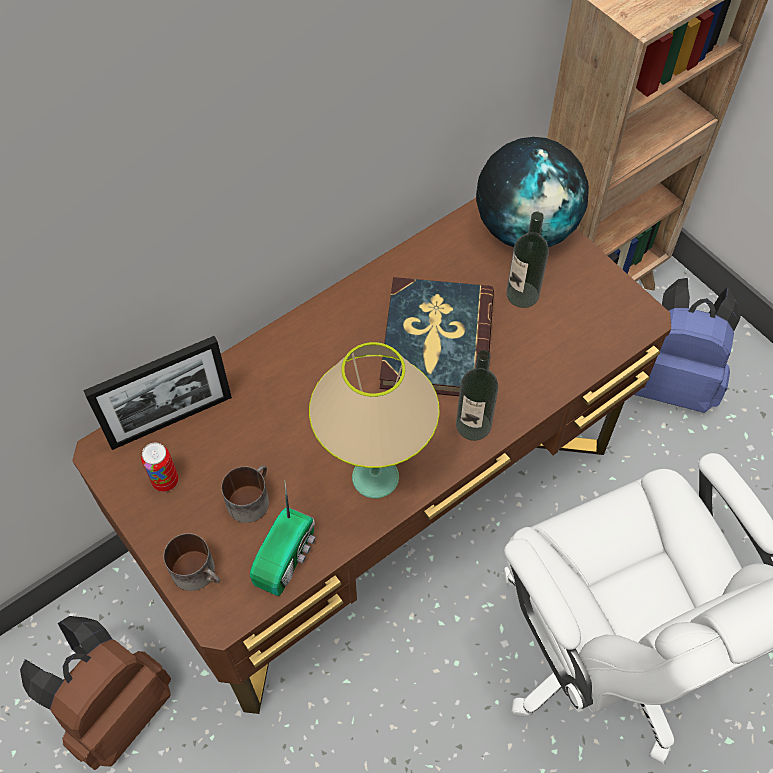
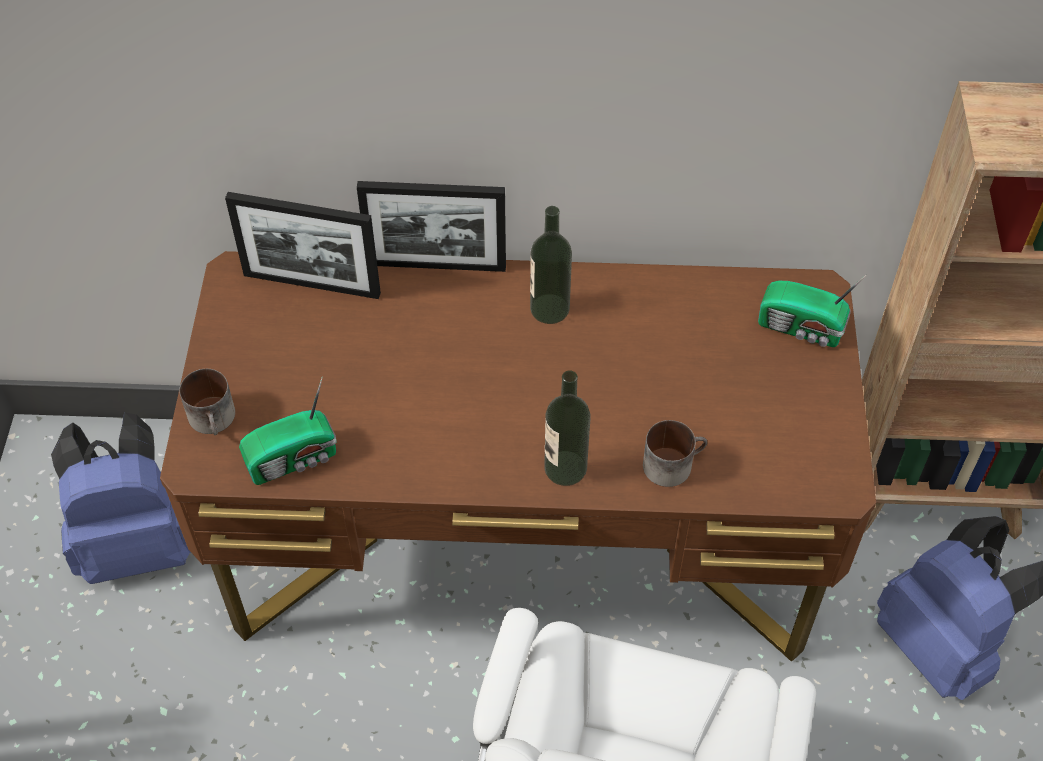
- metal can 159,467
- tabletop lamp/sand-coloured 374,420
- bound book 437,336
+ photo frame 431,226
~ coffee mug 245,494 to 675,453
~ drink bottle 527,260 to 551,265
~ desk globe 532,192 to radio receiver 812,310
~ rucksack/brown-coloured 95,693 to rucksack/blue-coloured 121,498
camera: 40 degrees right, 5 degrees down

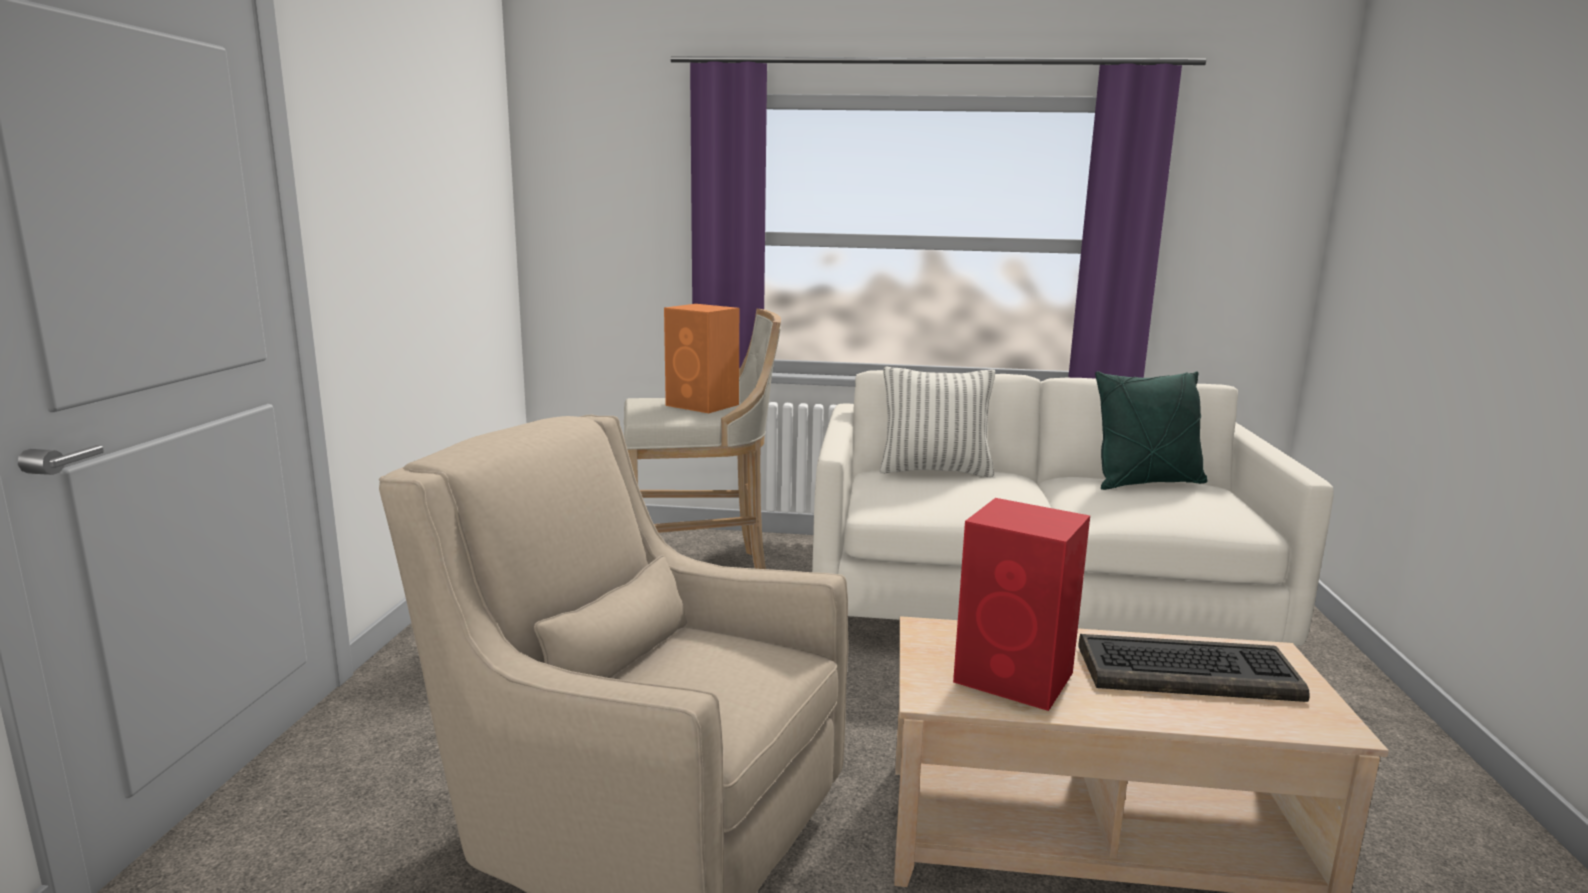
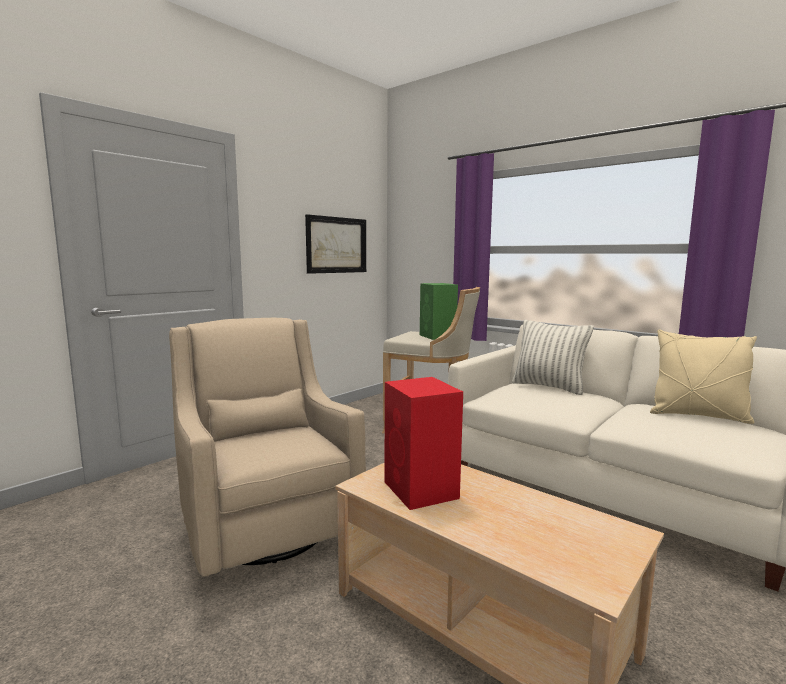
- computer keyboard 1194,668
+ wall picture 335,244
~ loudspeaker/orange-coloured 701,358 to loudspeaker/green 439,311
~ cushion/green 1151,430 to cushion/sand-coloured 703,376
camera: 35 degrees right, 5 degrees down

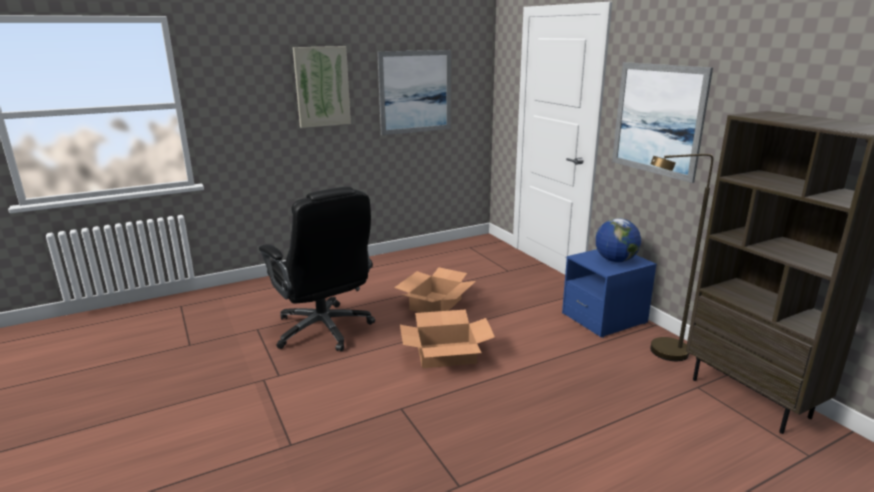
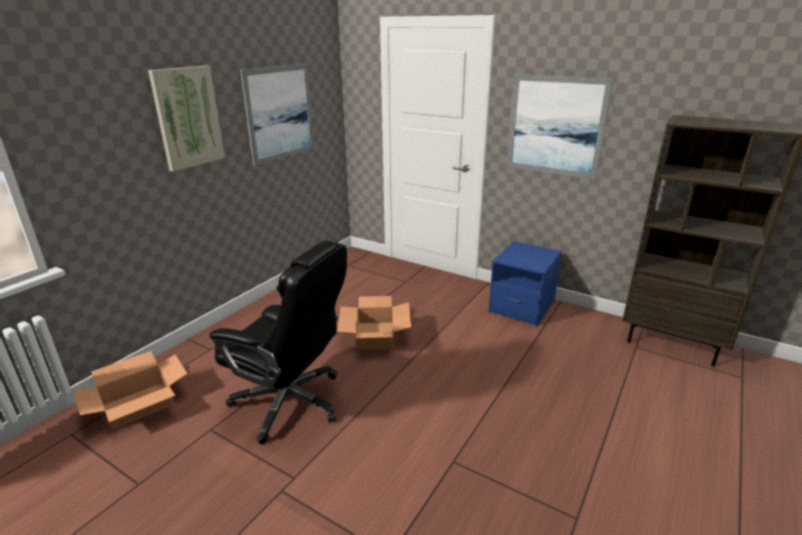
- desk globe 618,240
- standing lamp/brown-coloured 681,257
~ carton 447,338 to 130,390
camera: 30 degrees left, 5 degrees up

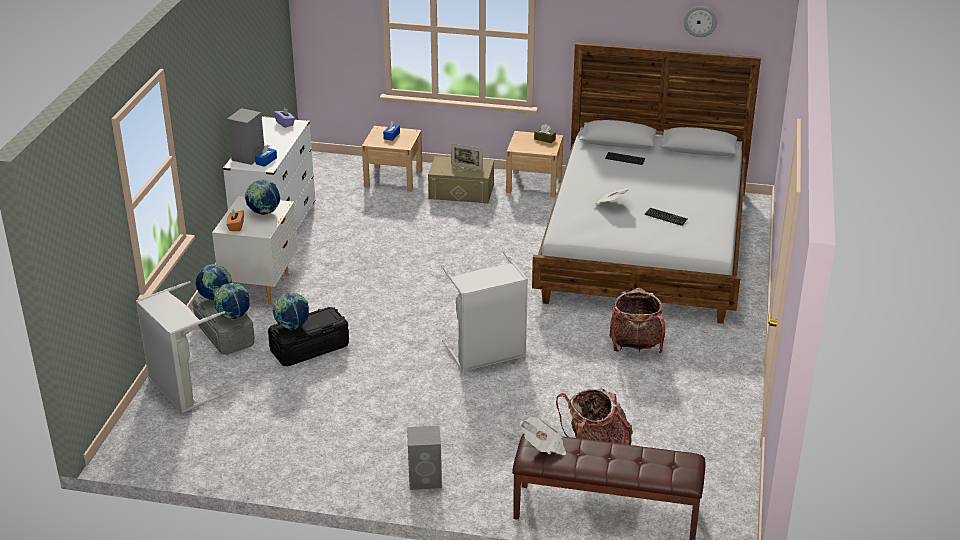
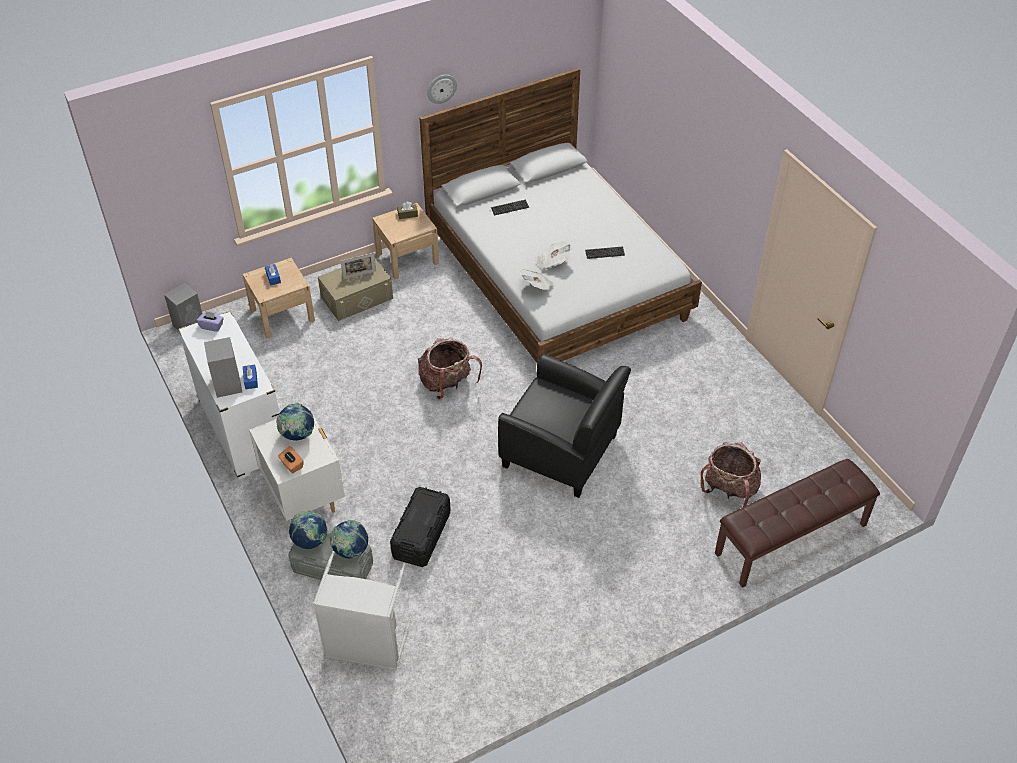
- desk globe 291,311
~ loudspeaker/gray 424,458 to 183,306
~ printed paper 543,436 to 538,280
~ rucksack 637,320 to 450,368
~ clock on the wall 700,21 to 442,89
~ hamper/gray 484,311 to easy chair/blackish 564,426
camera: 40 degrees left, 15 degrees up

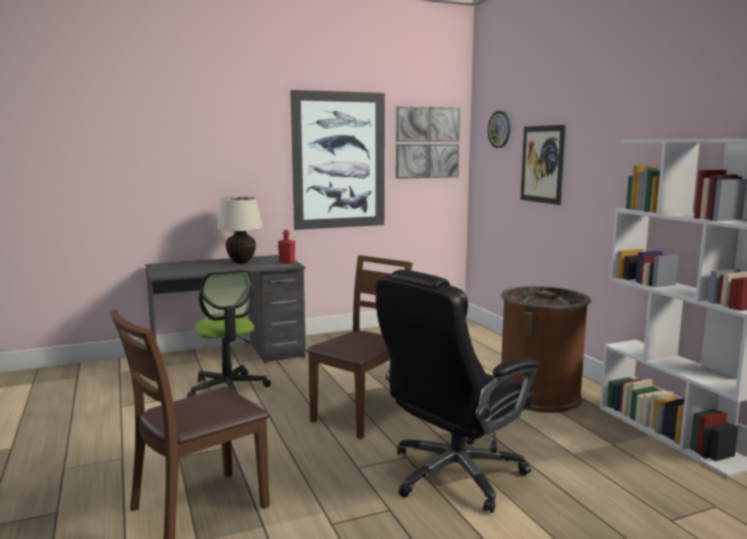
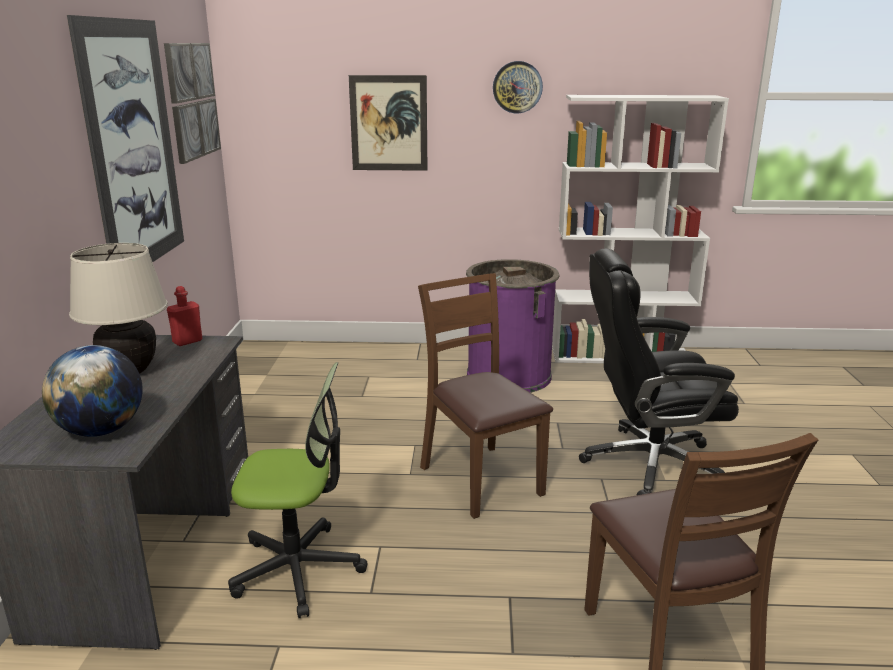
+ desk globe 92,391
~ clock on the wall 499,129 to 518,87
~ waste bin/brown-coloured 546,349 to waste bin/purple-coloured 512,326
~ desk chair/blackish 457,391 = 659,372 105 degrees clockwise
camera: 65 degrees left, 10 degrees up

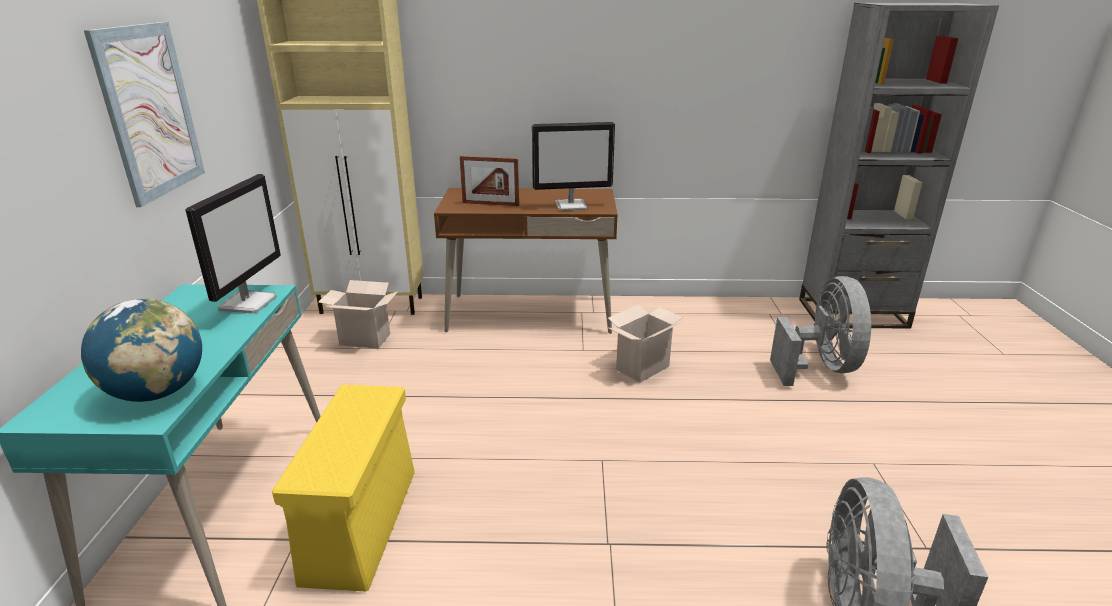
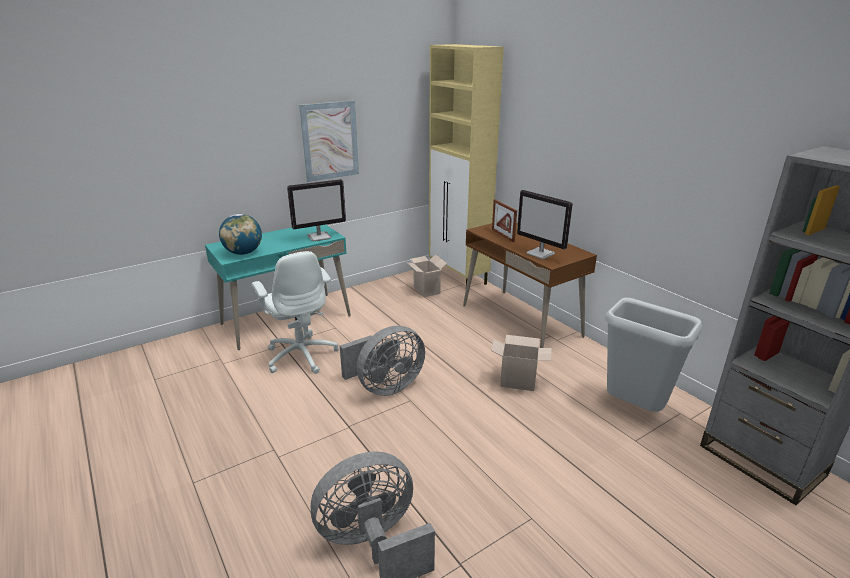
+ waste bin/gray 654,355
~ cooling fan/gray 820,331 to 382,361
~ storage bin/yellowish 343,488 to desk chair/white 295,312
camera: 55 degrees right, 0 degrees up

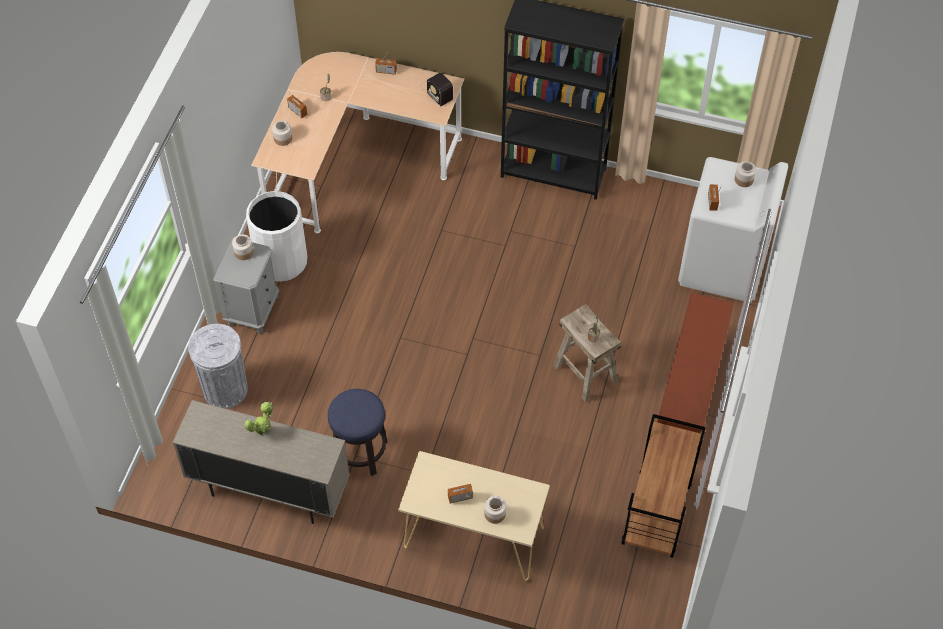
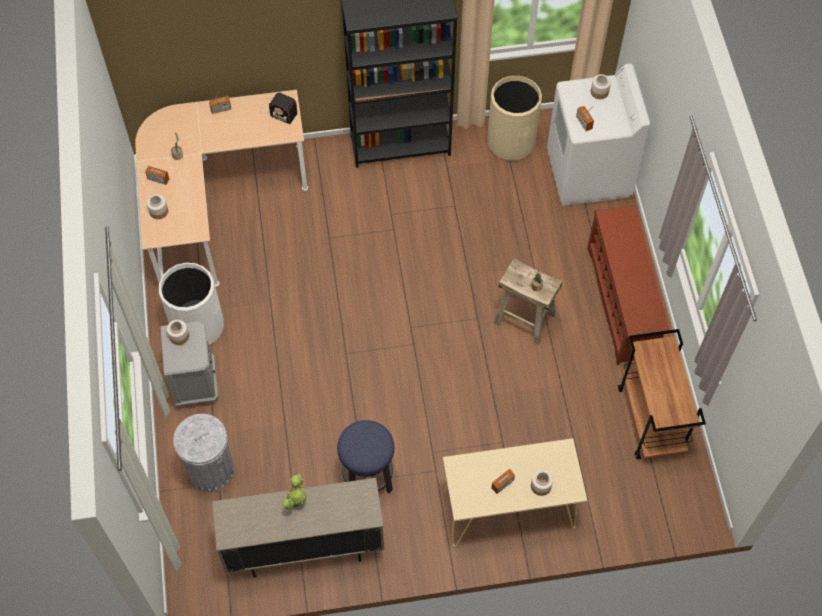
+ waste bin/sand-coloured 514,118
camera: 25 degrees left, 5 degrees up

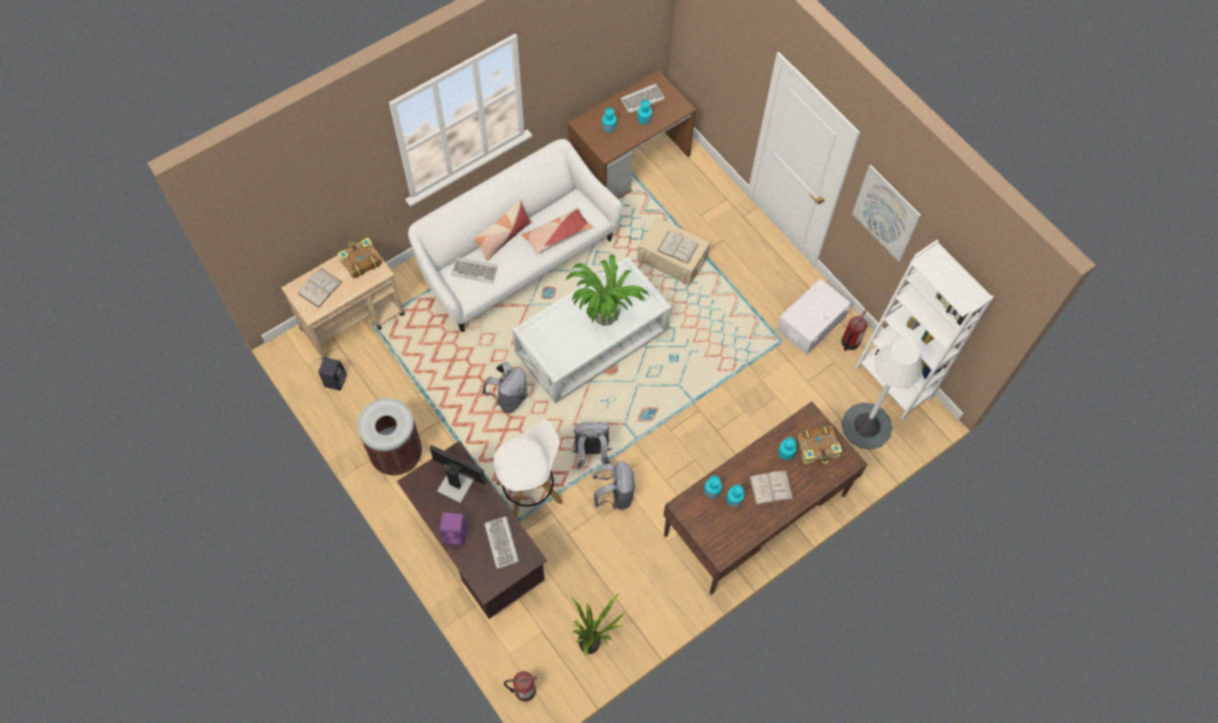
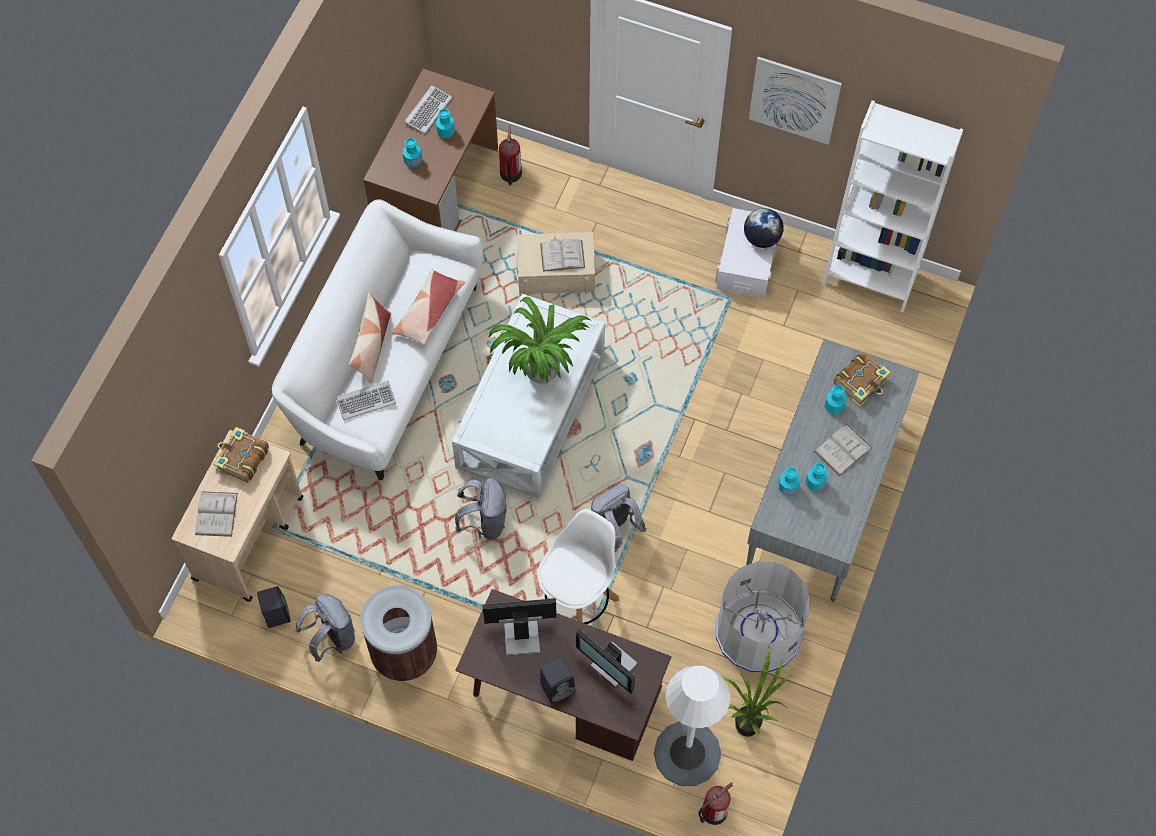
+ waste bin/gray 763,616
+ desk globe 764,228
~ rucksack/gray 614,485 to 325,628
~ fire extinguisher 854,329 to 510,155
~ standing lamp/white 882,394 to 692,726
~ computer keyboard 502,542 to computer screen 607,661
~ loudspeaker/purple-coloured 453,528 to loudspeaker/blackish 557,681
~ desk unit/brown-coloured 766,498 to desk unit/gray 833,470
camera: 30 degrees left, 0 degrees up

